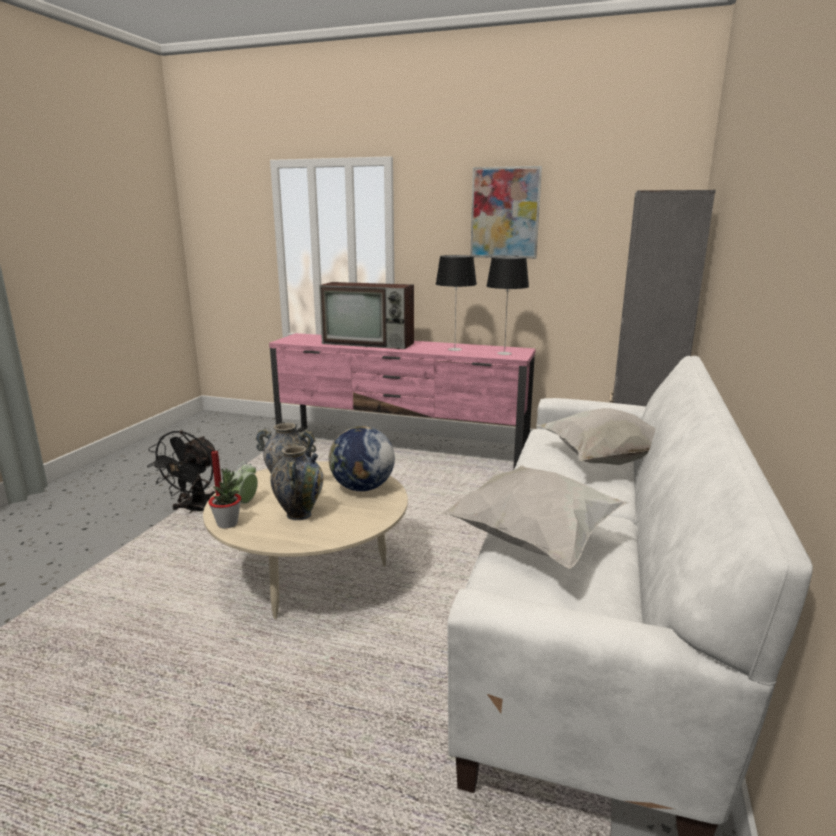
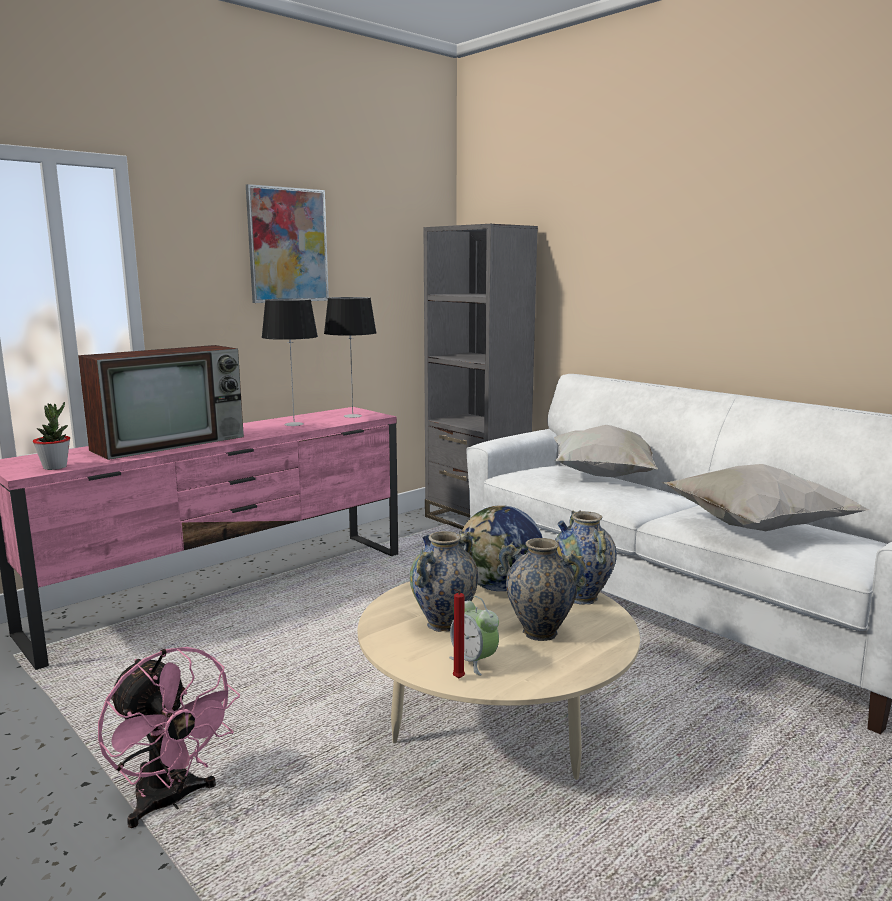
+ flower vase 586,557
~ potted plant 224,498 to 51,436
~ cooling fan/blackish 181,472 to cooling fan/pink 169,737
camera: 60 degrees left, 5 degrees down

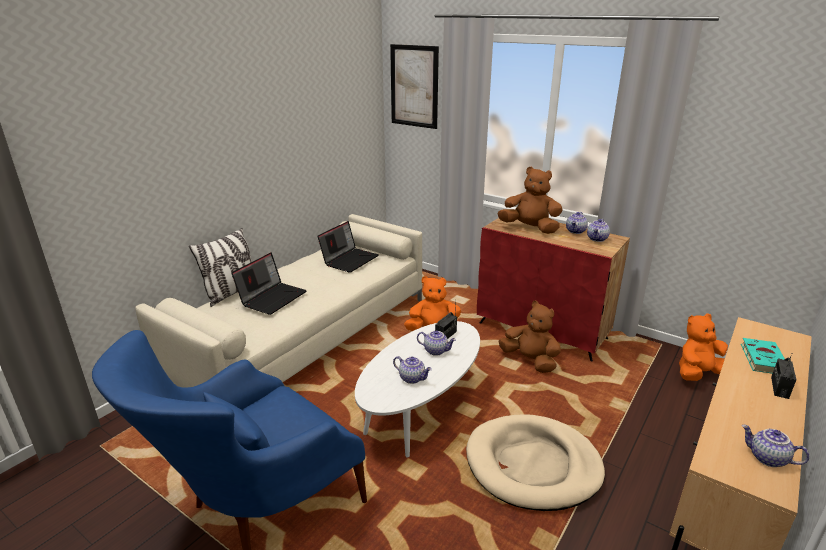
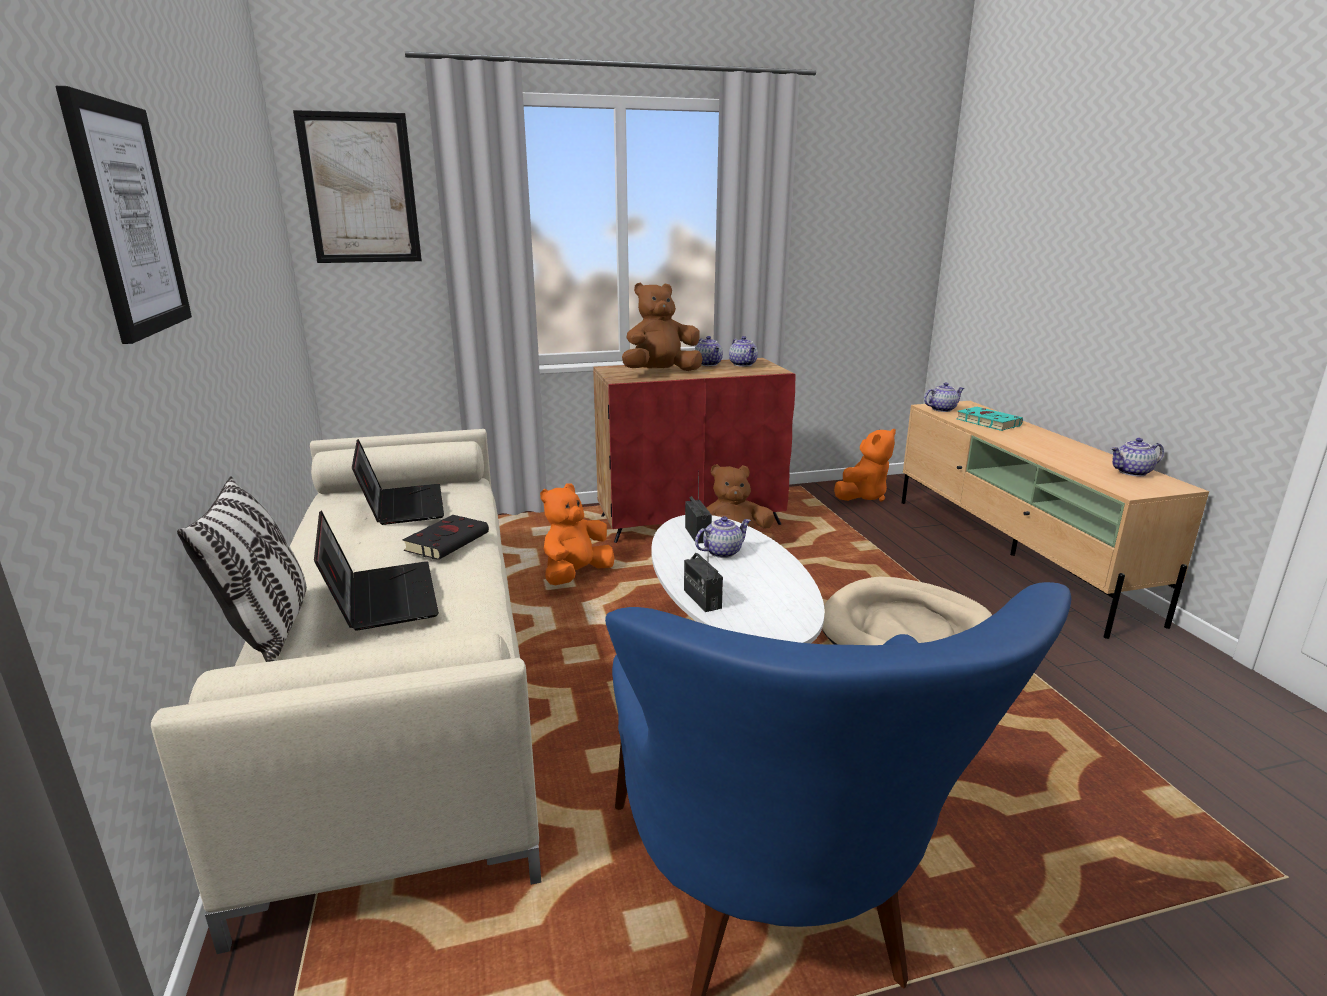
+ wall picture 124,215
+ bound book/blackish 445,537
~ tea pot 412,370 to 944,397
~ radio receiver 783,376 to 703,577
~ cuddly toy/orange-coloured 703,347 = 865,465 150 degrees counterclockwise
camera: 50 degrees left, 5 degrees down

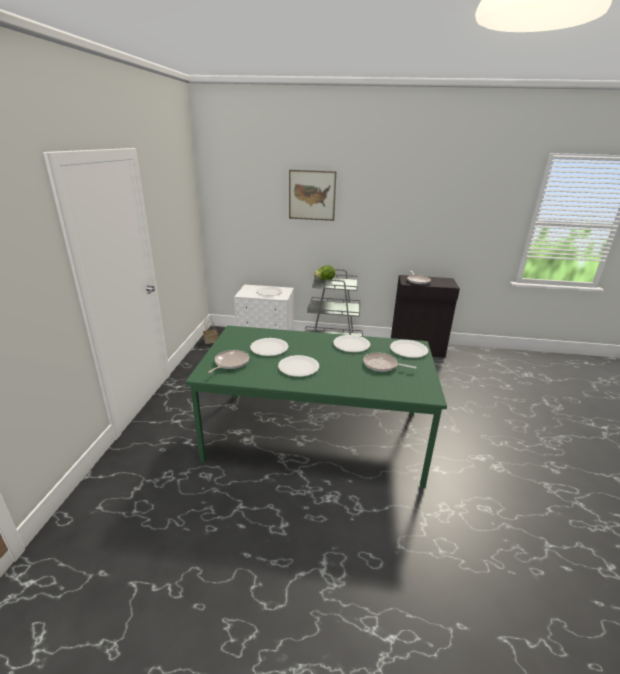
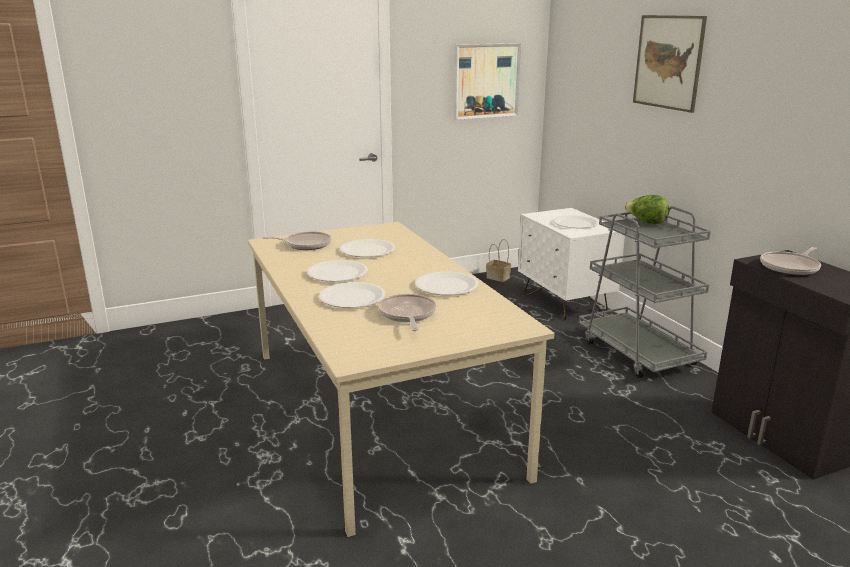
+ wall picture 487,81
~ plate/white 409,349 to 352,295
~ dinner table/green 316,406 to dinner table/sand-coloured 401,379
camera: 60 degrees right, 5 degrees down

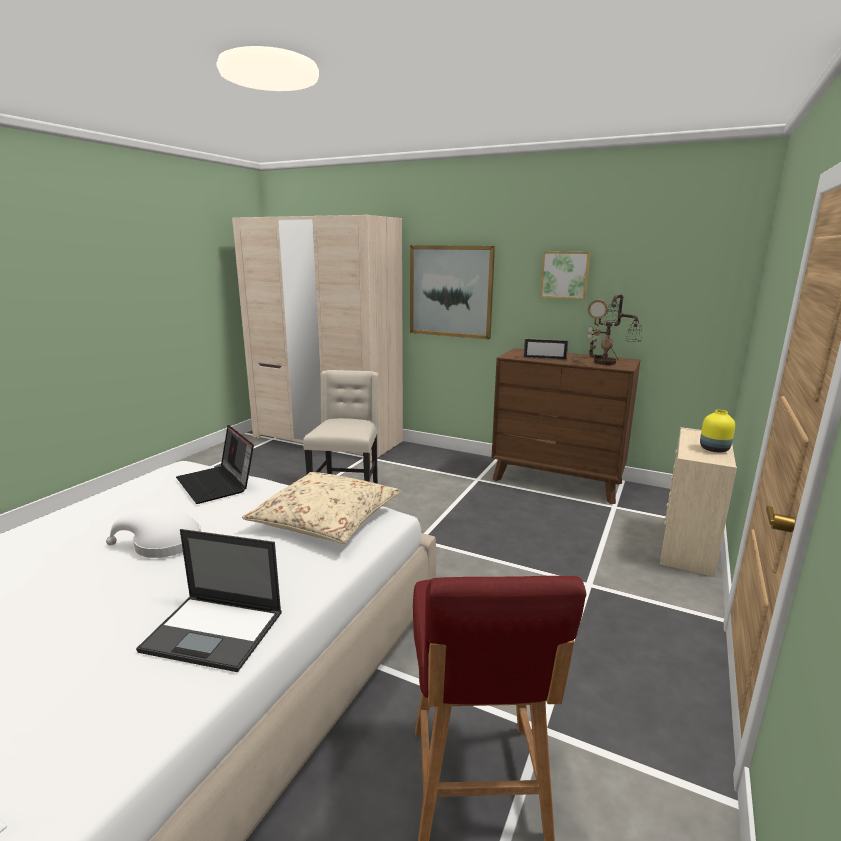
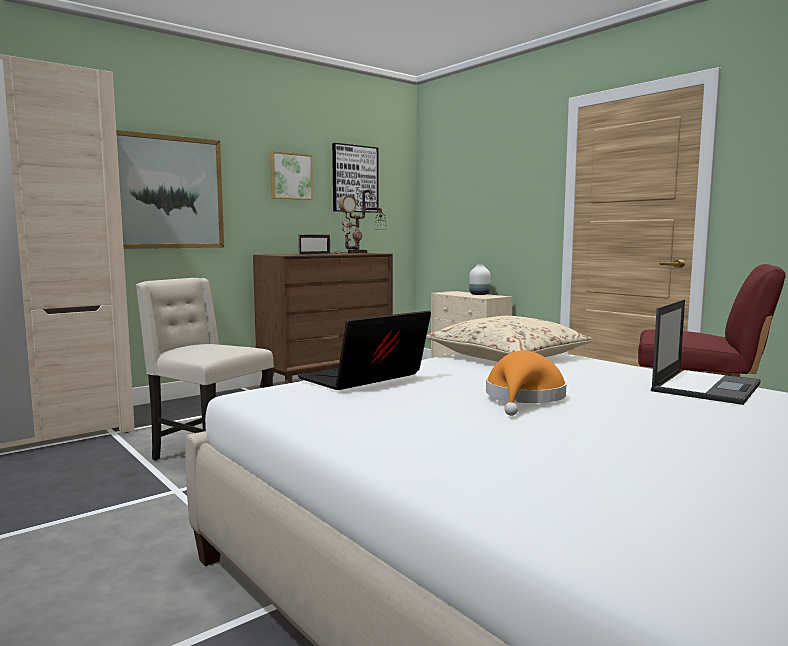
+ wall picture 355,178
~ wearable hat/white 153,533 to wearable hat/orange-coloured 526,383
~ flower vase/yellowish 717,431 to flower vase/white 480,280
~ notebook computer 215,464 = 364,350 150 degrees clockwise
camera: 65 degrees left, 10 degrees down

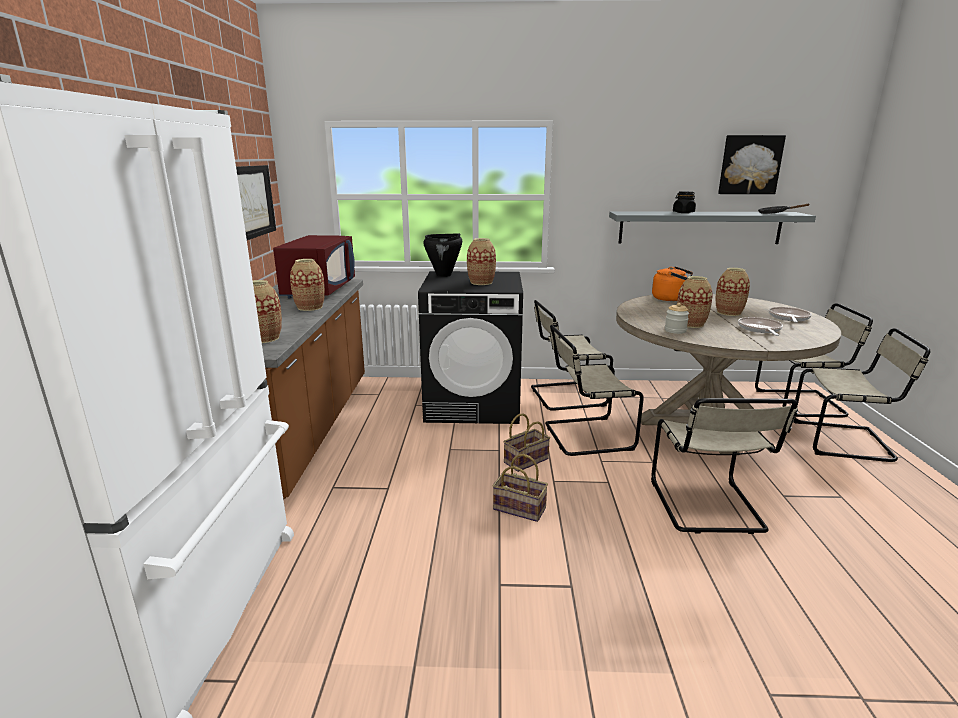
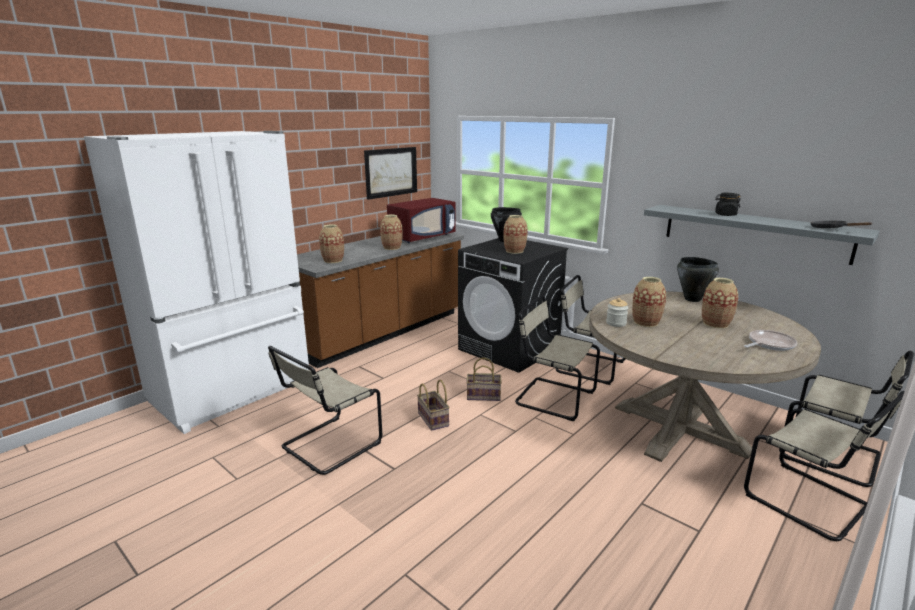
- wall picture 752,164
- frying pan 760,326
~ upright chair/sand-coloured 724,466 to 325,410
~ tea kettle/orange-coloured 672,284 to saucepot/blackish 698,279
camera: 40 degrees right, 0 degrees up

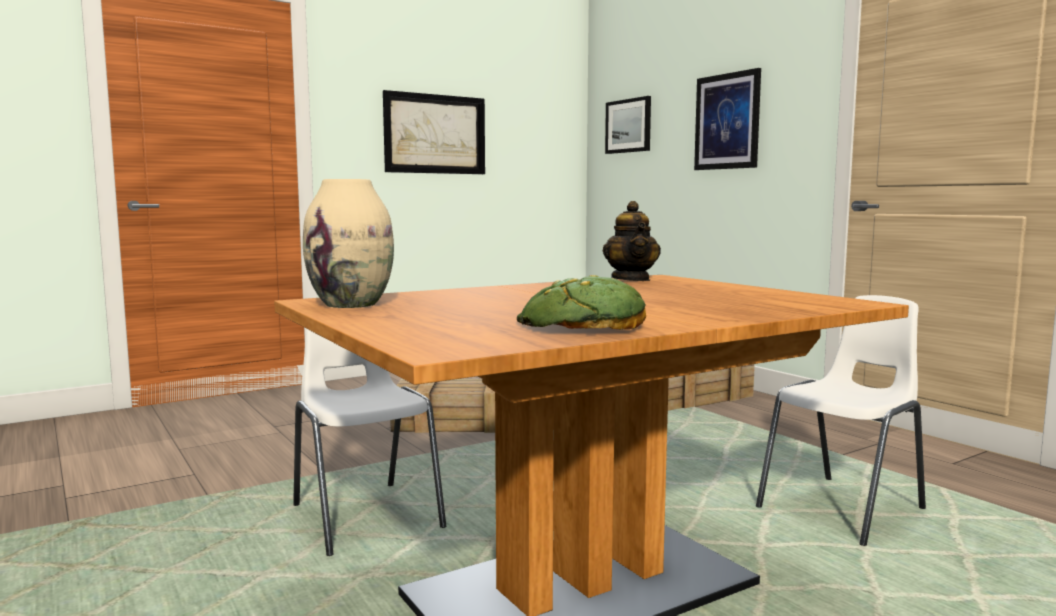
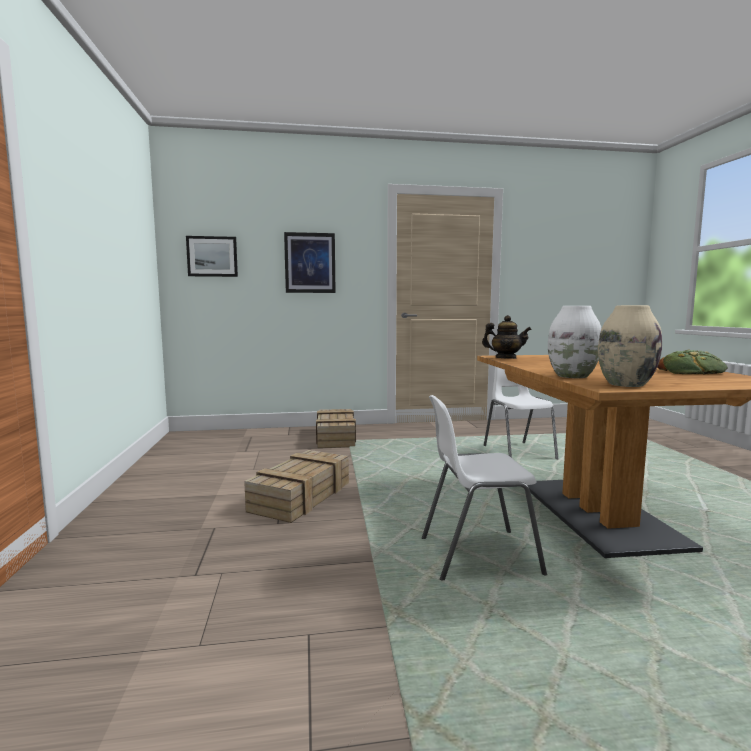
- wall picture 434,132
+ flower vase/white 575,342
camera: 65 degrees left, 0 degrees up

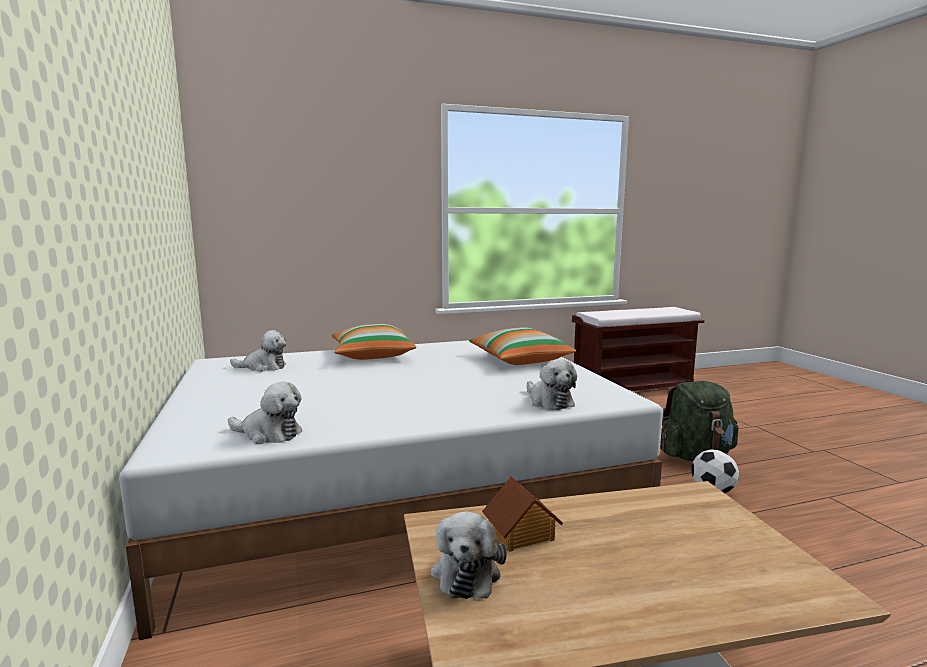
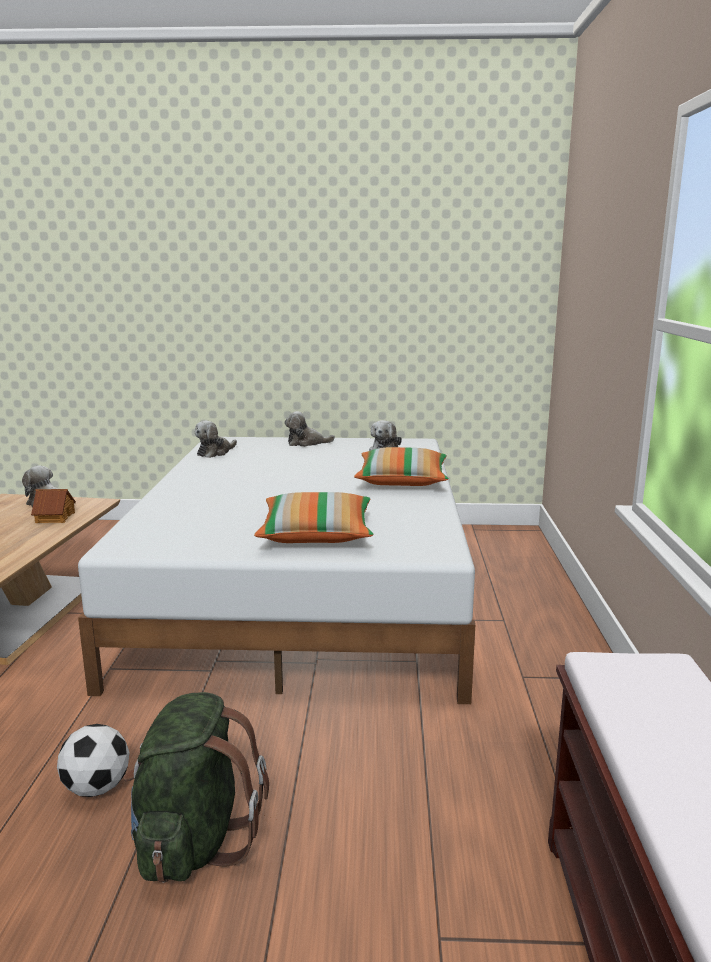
~ cuddly toy 552,384 to 310,429
camera: 110 degrees right, 5 degrees up

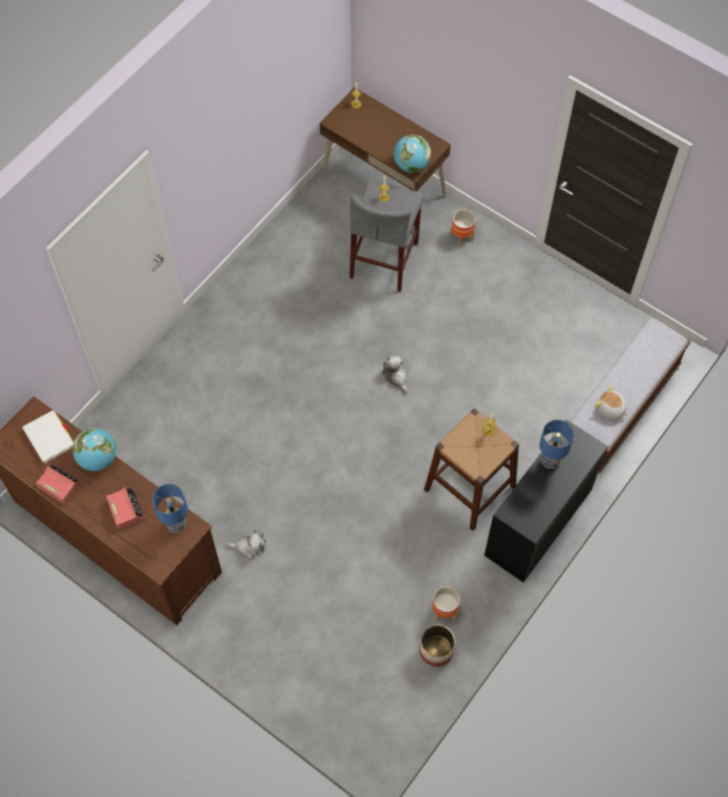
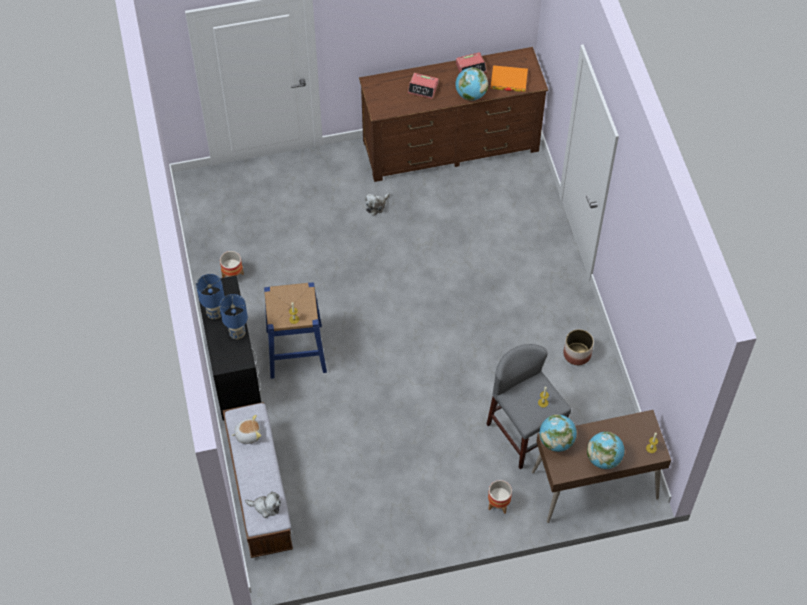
+ desk globe 606,450
~ tabletop lamp/blue-coloured 170,508 to 210,296
~ cuddly toy 395,374 to 263,504
~ plant pot 437,646 to 578,347
~ bound book/white 48,436 to bound book/orange-coloured 509,78
~ stool seat/brown-coloured 471,469 to stool seat/blue-coloured 295,330
camera: 130 degrees right, 5 degrees down

